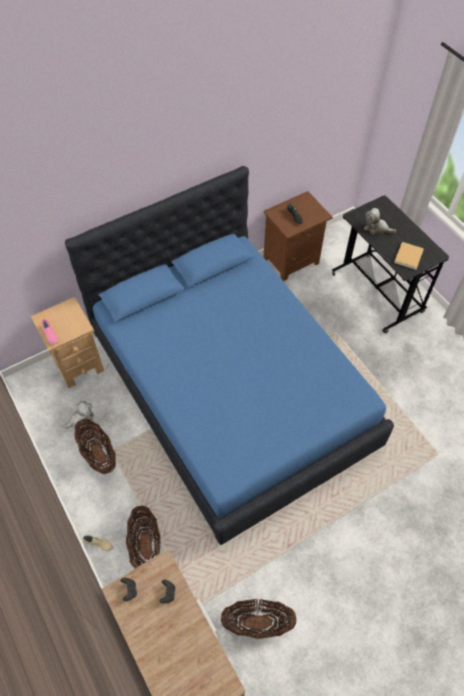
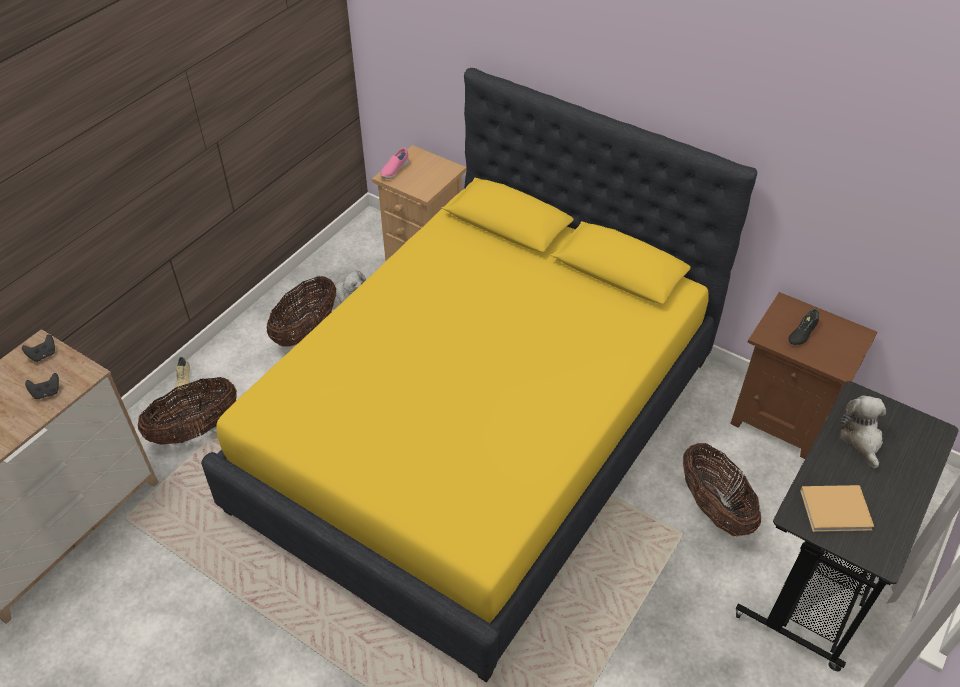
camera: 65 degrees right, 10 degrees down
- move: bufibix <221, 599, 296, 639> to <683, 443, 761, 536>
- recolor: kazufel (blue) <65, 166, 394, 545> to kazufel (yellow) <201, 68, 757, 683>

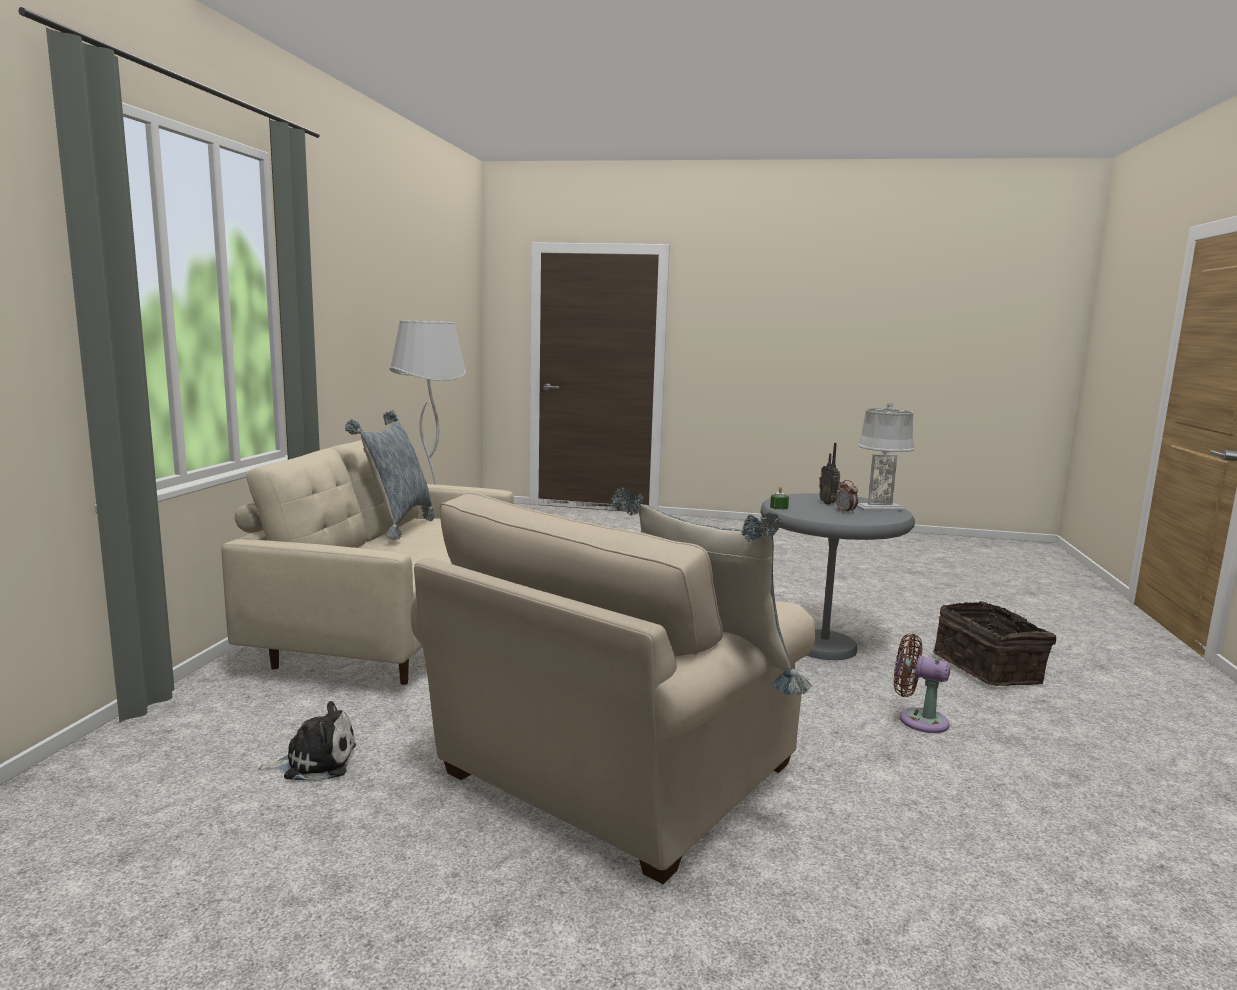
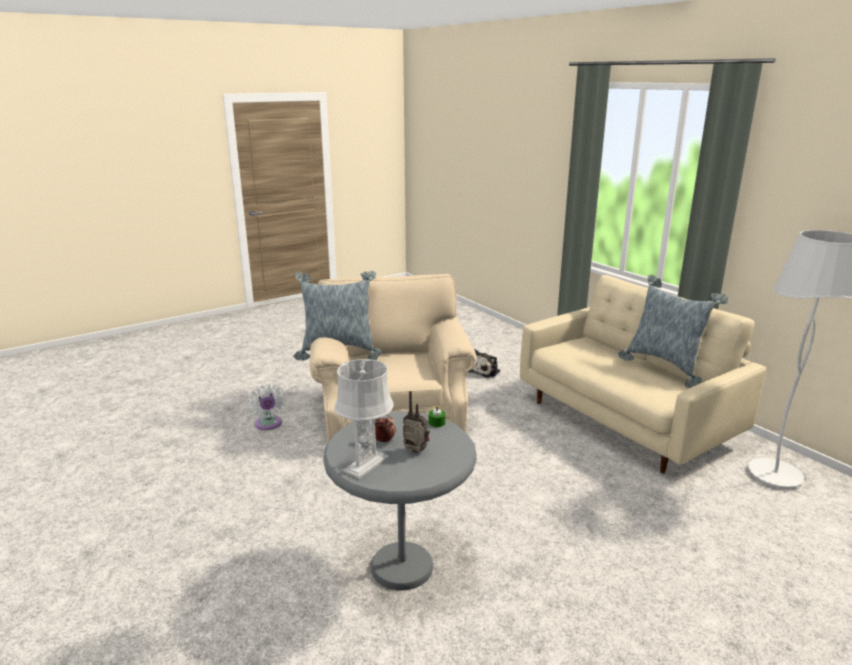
camera: 135 degrees right, 10 degrees up
- delete: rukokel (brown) <894, 634, 951, 733>
- delete: bufibix <933, 601, 1056, 686>
- insert: rukokel (white) <248, 383, 286, 430>

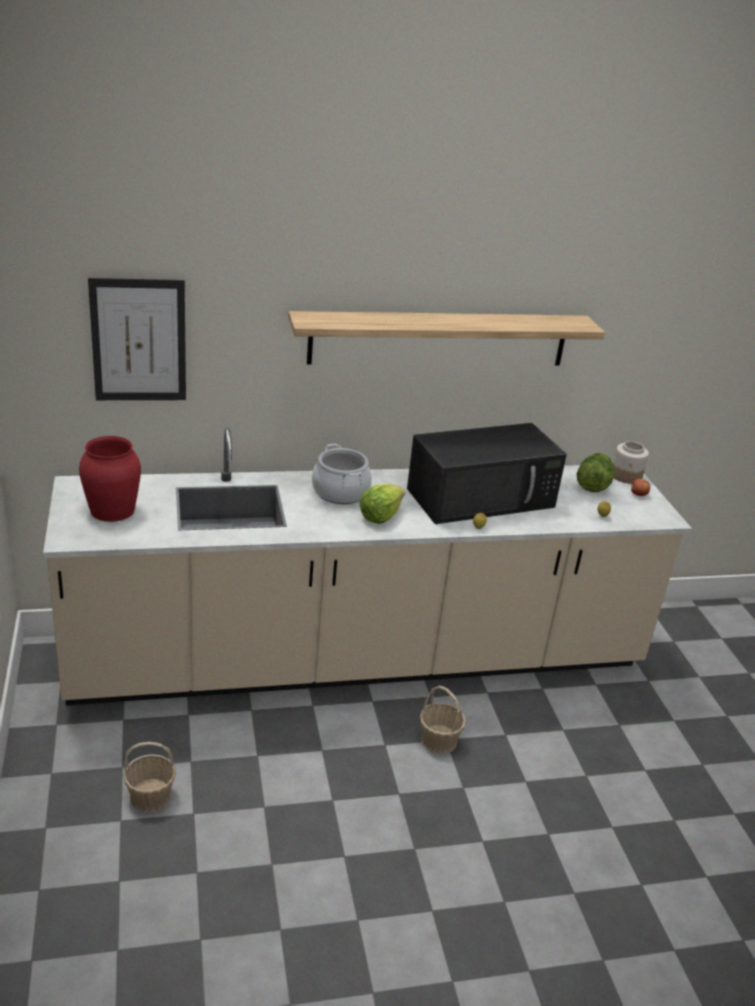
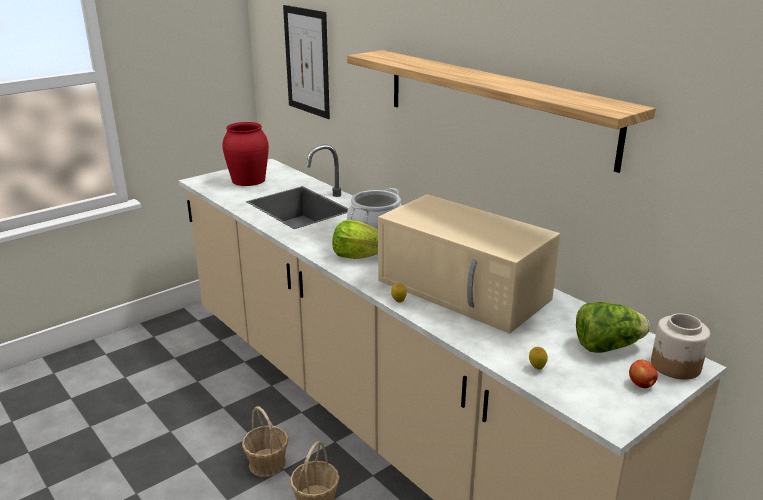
camera: 65 degrees right, 5 degrees down
- move: bufibix <123, 742, 176, 813> to <242, 406, 289, 477>
- recolor: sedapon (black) <407, 423, 567, 524> to sedapon (beige) <378, 194, 560, 334>

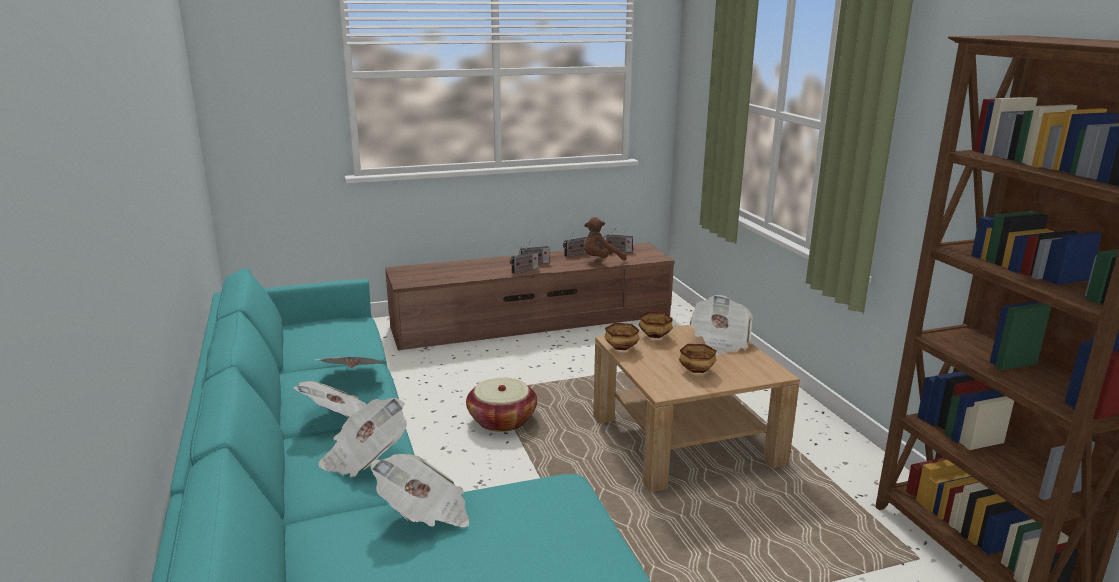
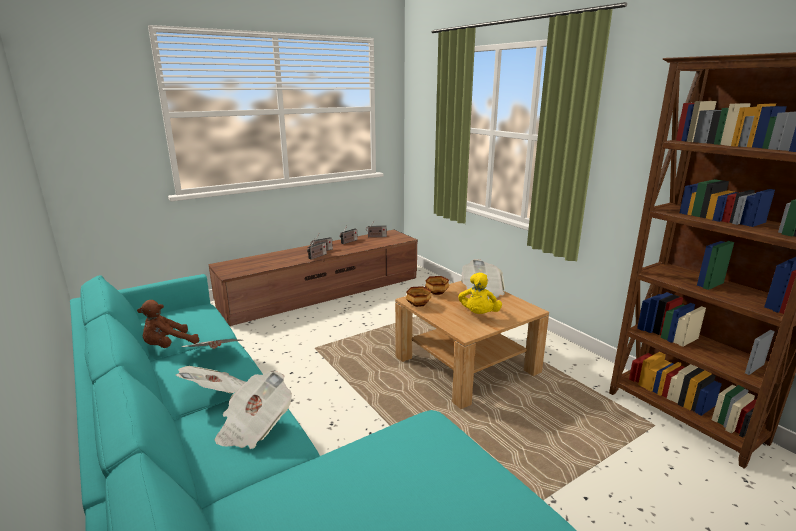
camera: 15 degrees left, 0 degrees up
- delete: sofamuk <370, 454, 469, 527>
- delete: bufibix <466, 378, 537, 432>
- move: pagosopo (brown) <584, 217, 627, 261> to <137, 300, 199, 348>
- replace: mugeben <679, 344, 717, 373> to pagosopo (yellow) <458, 273, 502, 314>

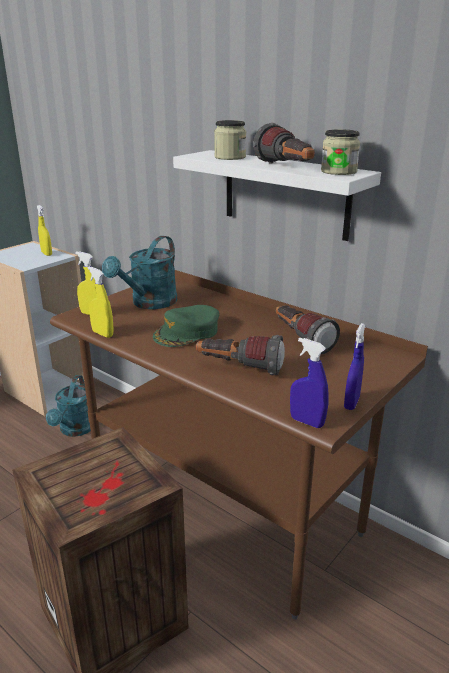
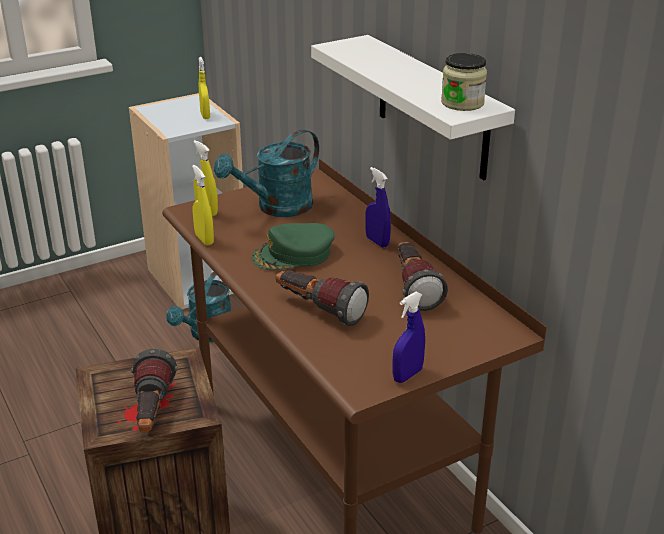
camera: 20 degrees right, 5 degrees up
- delete: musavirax <214, 120, 246, 160>
- move: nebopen <253, 123, 315, 164> to <131, 349, 178, 432>
- move: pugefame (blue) <290, 338, 329, 428> to <365, 167, 391, 248>

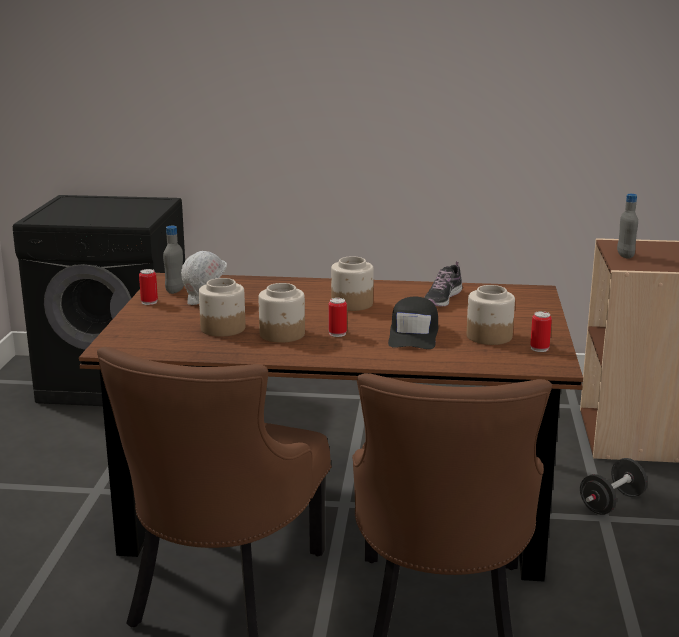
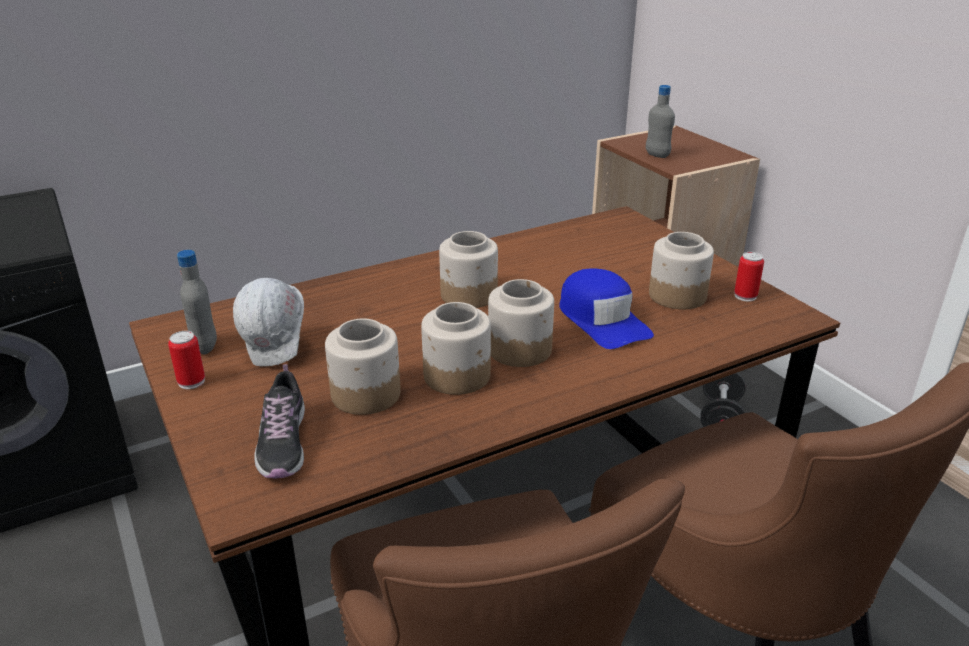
camera: 35 degrees left, 10 degrees up
- move: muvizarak <424, 261, 463, 307> to <254, 364, 305, 479>
- replace: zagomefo <328, 298, 347, 337> to musavirax <488, 279, 554, 367>
- recolor: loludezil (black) <388, 297, 438, 349> to loludezil (blue) <560, 268, 654, 349>

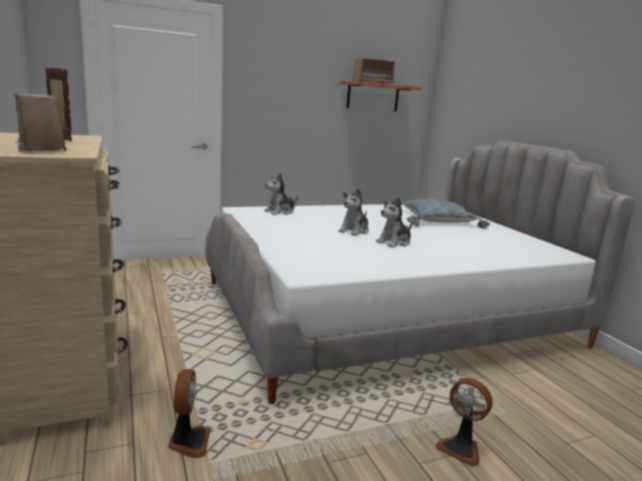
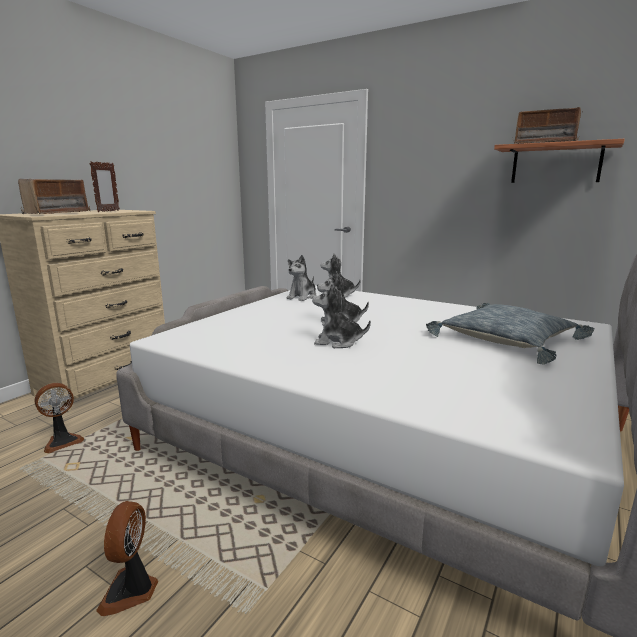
camera: 55 degrees right, 0 degrees up
- insert: pagosopo <287, 255, 317, 301>

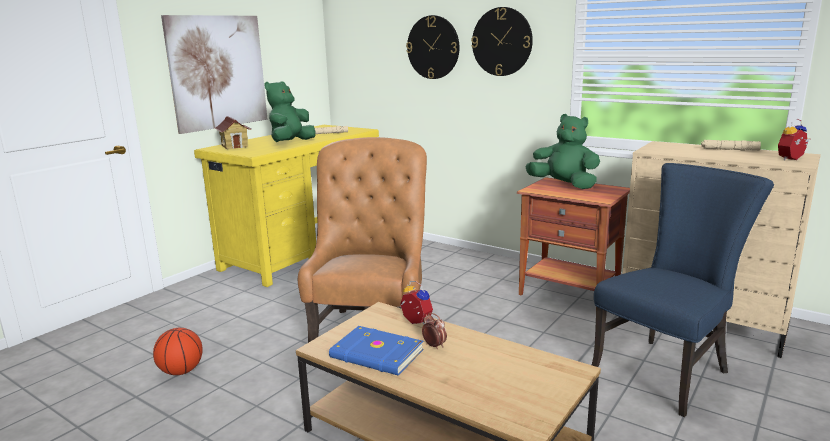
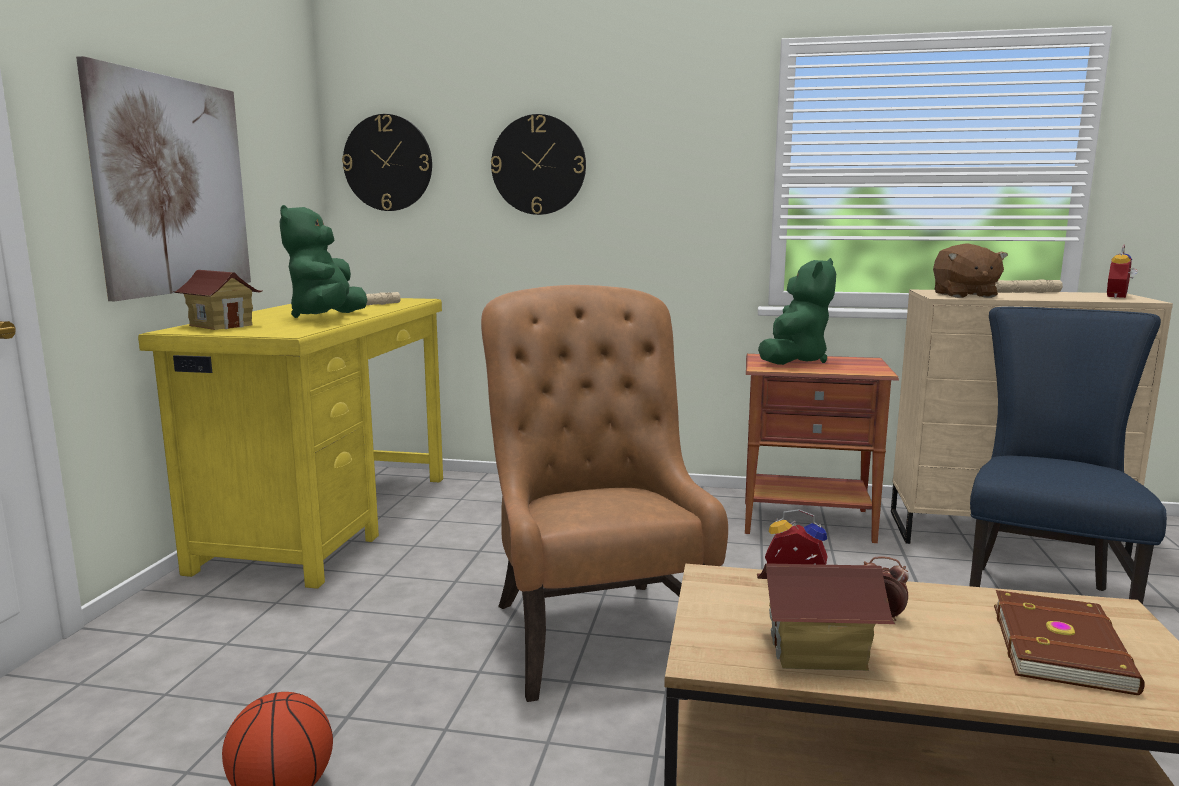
camera: 25 degrees left, 5 degrees down
- insert: pagosopo (brown) <933, 244, 1008, 298>
- insert: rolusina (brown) <994, 590, 1145, 695>
- move: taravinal <471, 7, 533, 76> to <342, 114, 432, 211>
- replace: rolusina (blue) <329, 326, 424, 375> to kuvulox <757, 563, 895, 671>
- rotate: pagosopo (green) <526, 114, 600, 189> = <758, 258, 836, 365> 105 degrees clockwise

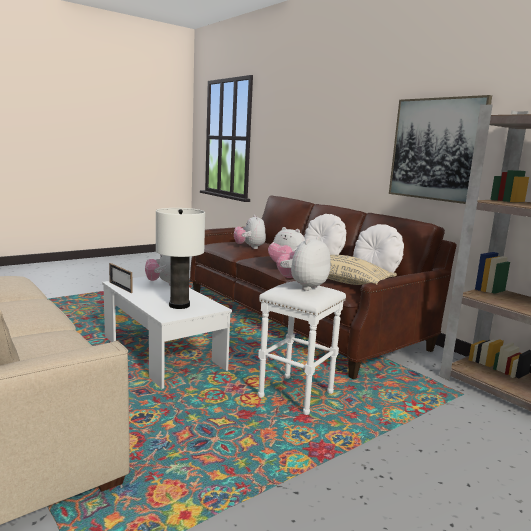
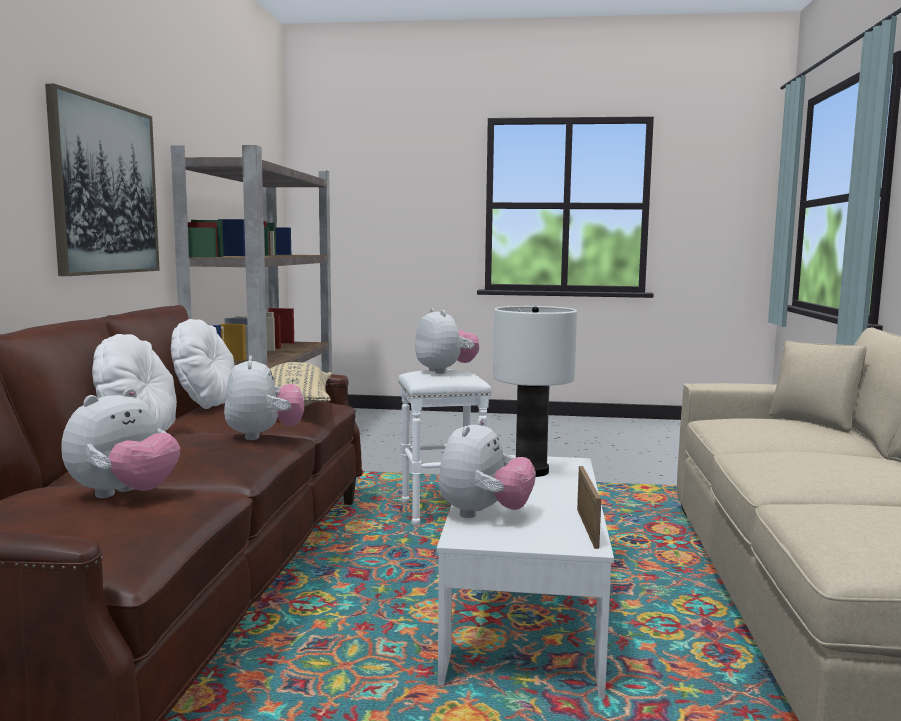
camera: 135 degrees left, 5 degrees down
- rotate: pagosopo <277, 236, 331, 291> = <415, 308, 479, 374> 105 degrees counterclockwise

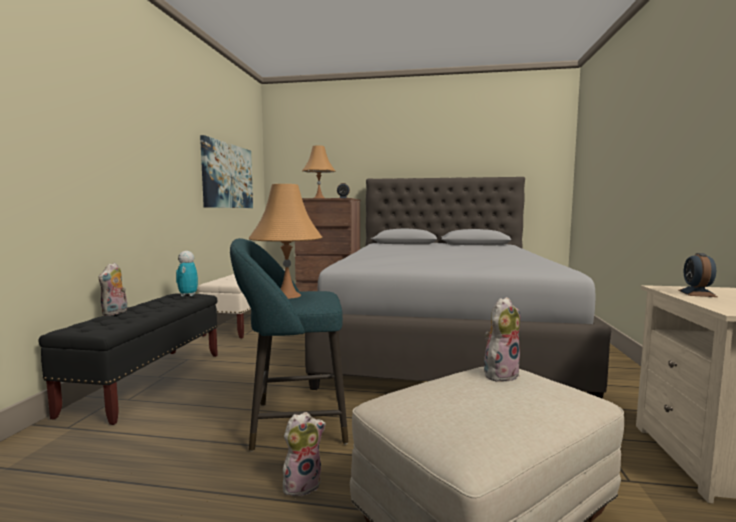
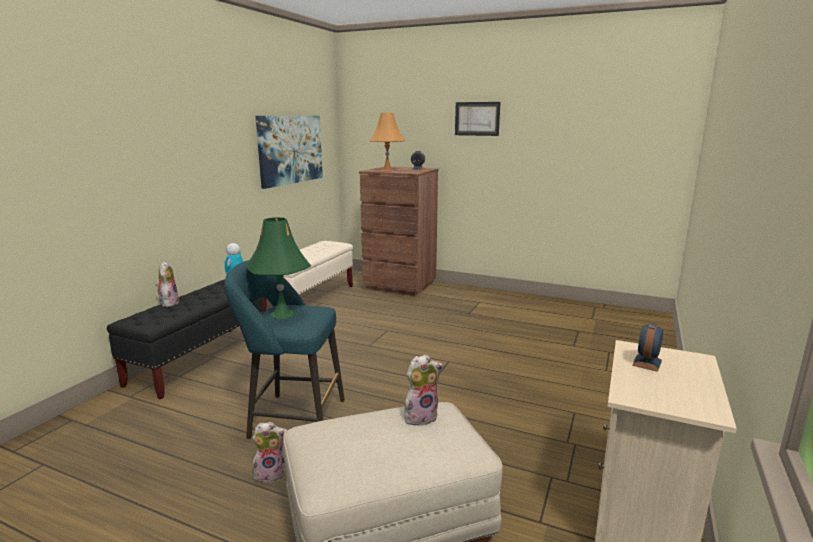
camera: 15 degrees right, 10 degrees up
- delete: kazufel (grey) <305, 177, 611, 399>
- insert: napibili <455, 102, 501, 136>
- recolor: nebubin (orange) <249, 184, 322, 299> to nebubin (green) <246, 217, 311, 319>
- rotate: pagosopo <99, 262, 127, 316> = <155, 261, 179, 307> 150 degrees clockwise

